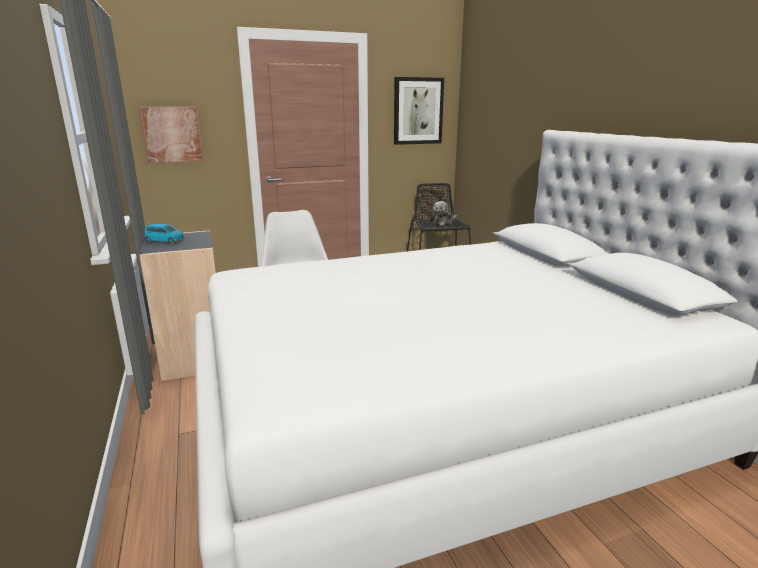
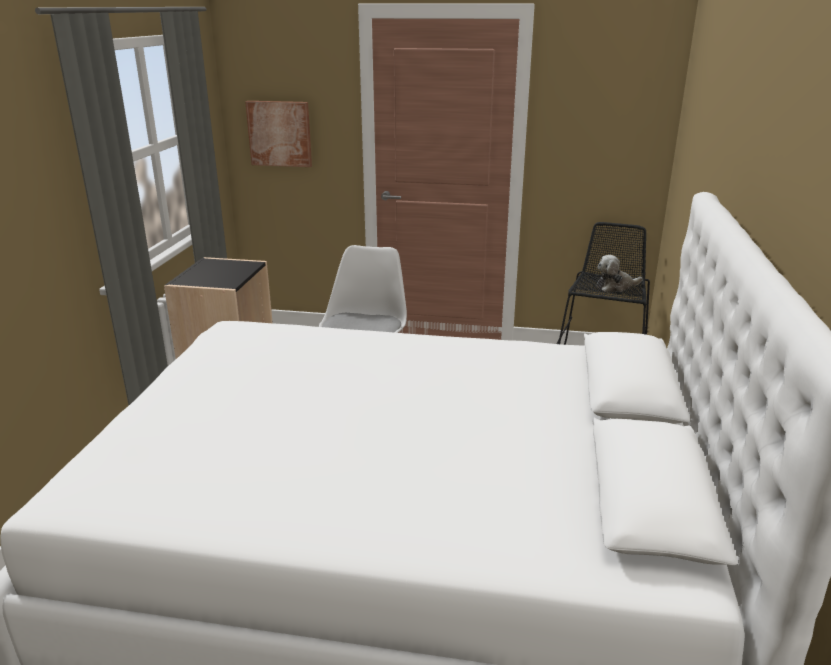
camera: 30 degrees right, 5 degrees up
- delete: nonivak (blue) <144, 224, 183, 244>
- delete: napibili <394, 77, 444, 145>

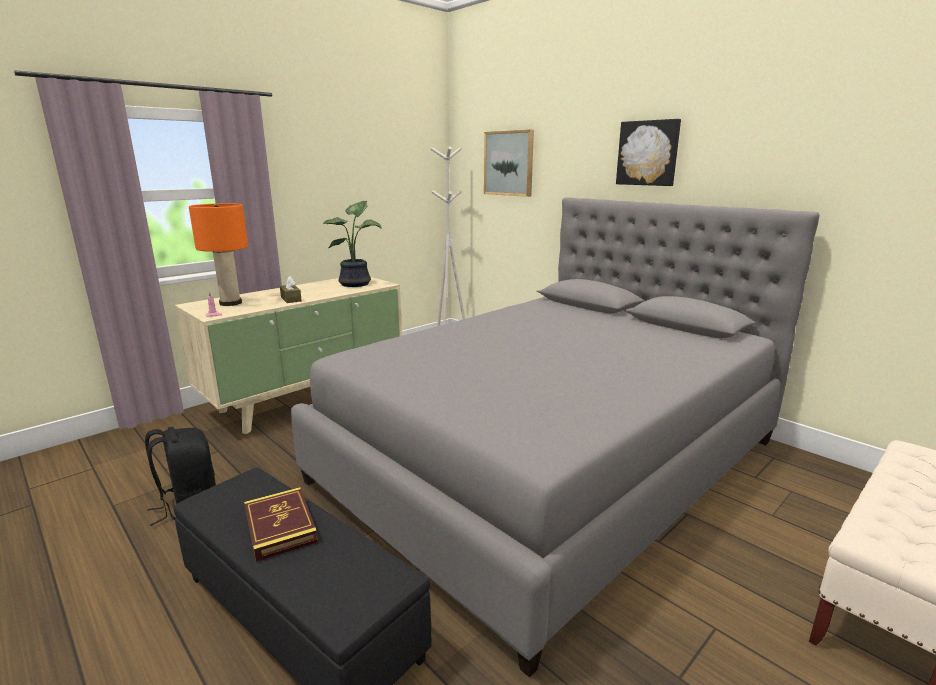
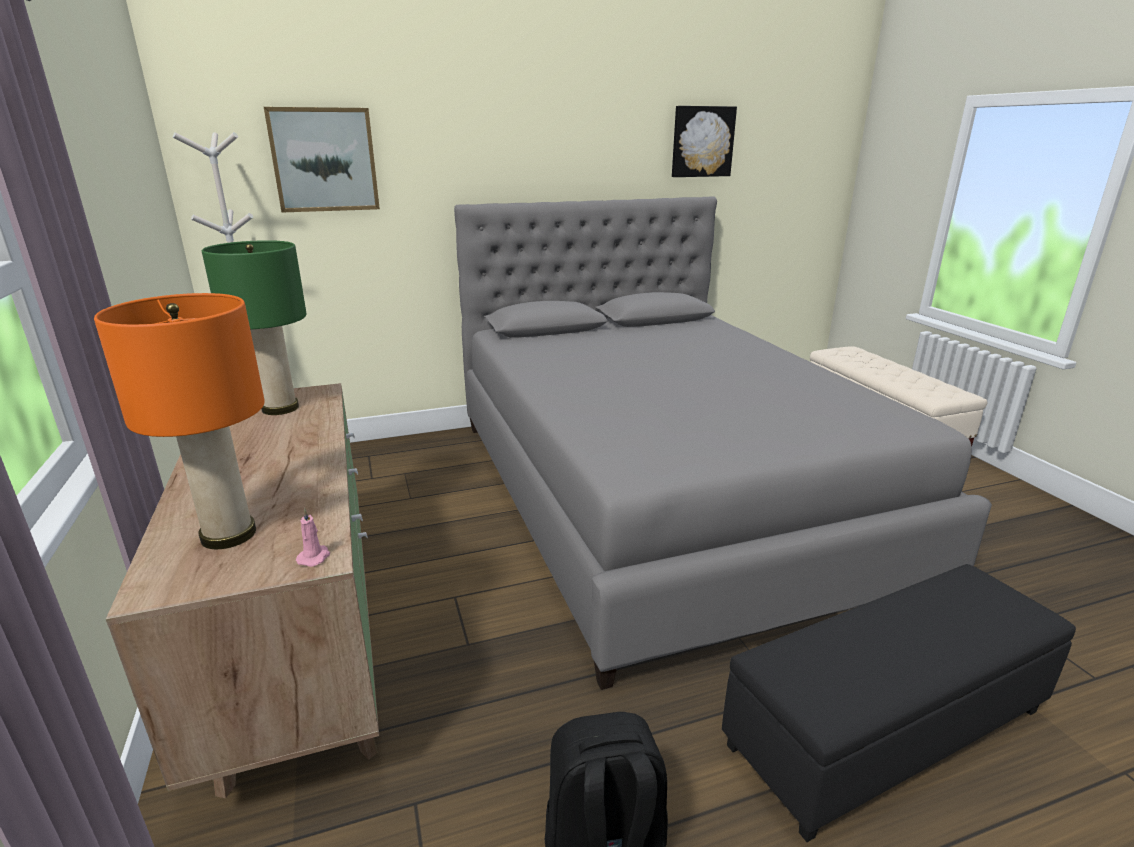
camera: 65 degrees left, 5 degrees up
- delete: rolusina <244, 487, 318, 562>
- delete: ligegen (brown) <280, 277, 302, 303>
- move: napibili <616, 119, 681, 186> to <672, 106, 737, 177>
- replace: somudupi <323, 201, 381, 287> to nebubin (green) <202, 240, 307, 415>
- recolor: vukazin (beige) <175, 277, 402, 434> to vukazin (green) <106, 383, 379, 798>

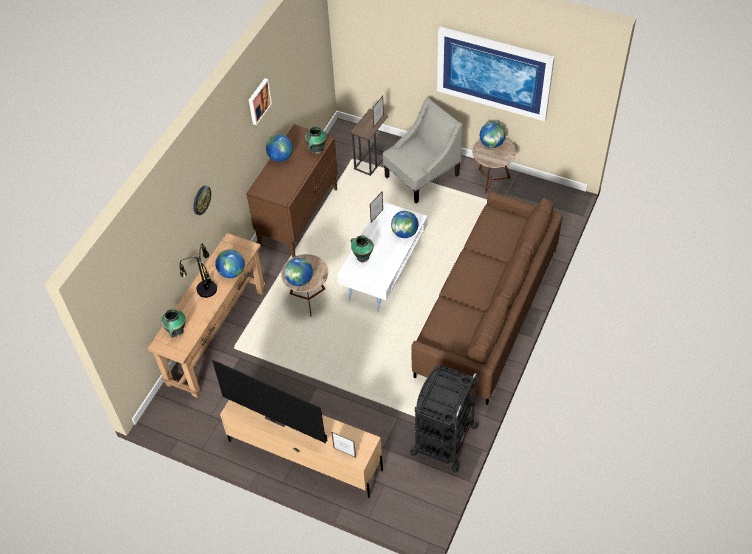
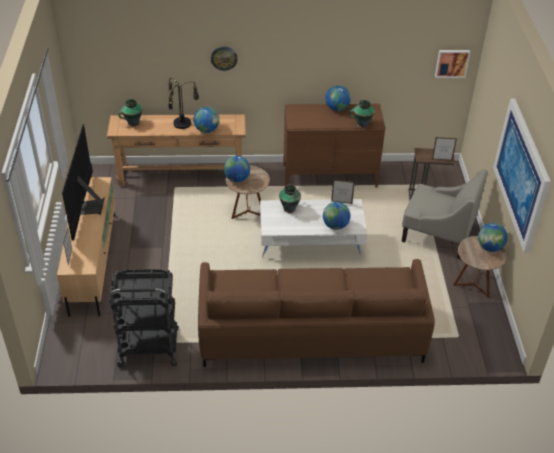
camera: 60 degrees right, 10 degrees down
- move: napibili <249, 78, 272, 125> to <435, 50, 470, 78>

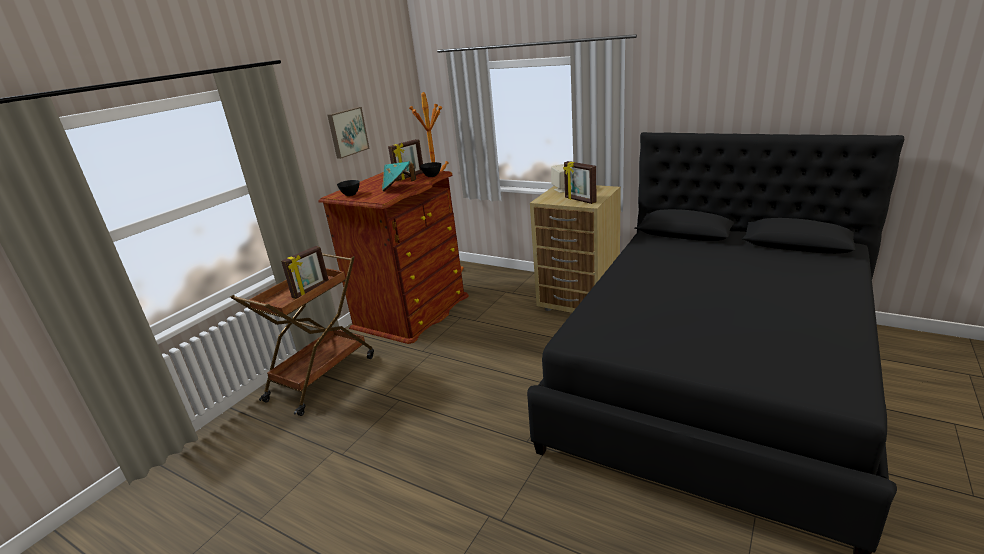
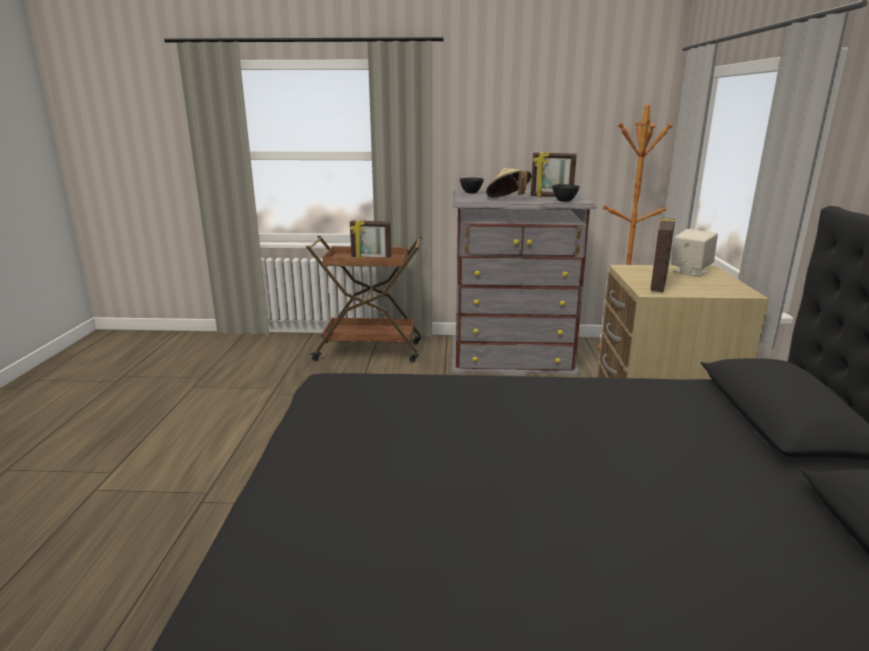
camera: 60 degrees right, 5 degrees down
- delete: napibili <327, 107, 370, 159>
- recolor: vukazin (brown) <318, 171, 469, 344> to vukazin (grey) <451, 189, 597, 376>
- recolor: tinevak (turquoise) <382, 161, 416, 192> to tinevak (beige) <486, 168, 532, 197>

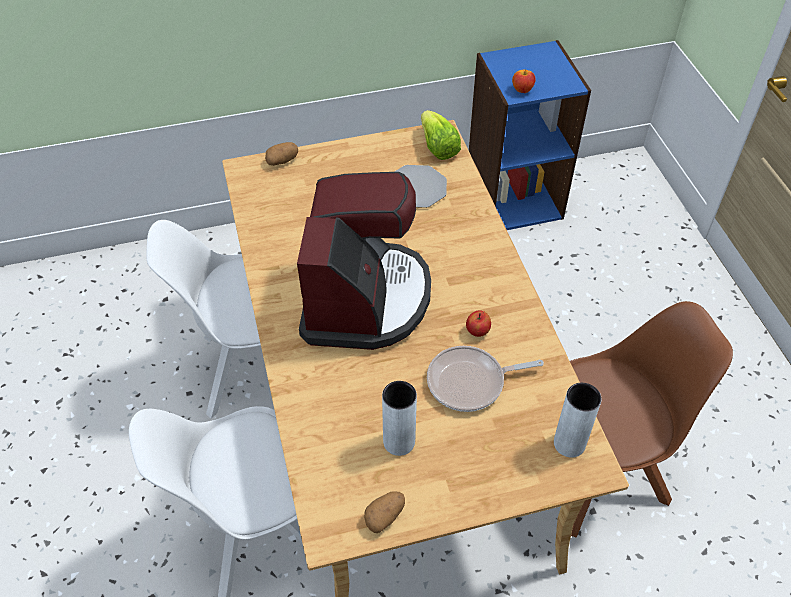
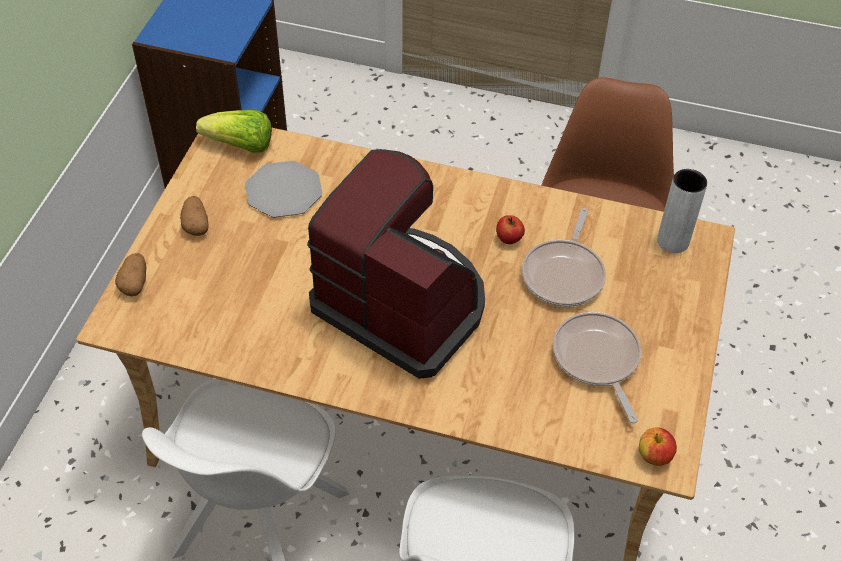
camera: 60 degrees left, 0 degrees up
- move: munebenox <364, 491, 405, 533> to <180, 196, 209, 236>
- move: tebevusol <512, 69, 536, 93> to <639, 427, 677, 466>
- replace: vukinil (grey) <382, 381, 417, 456> to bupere <553, 312, 641, 423>

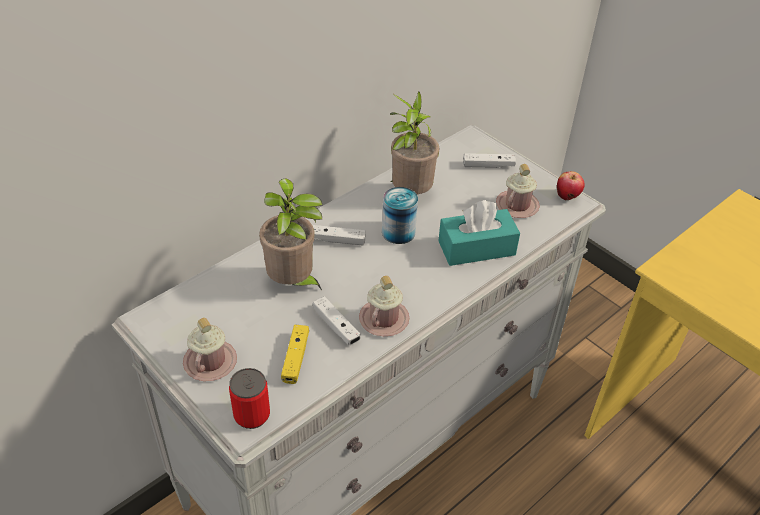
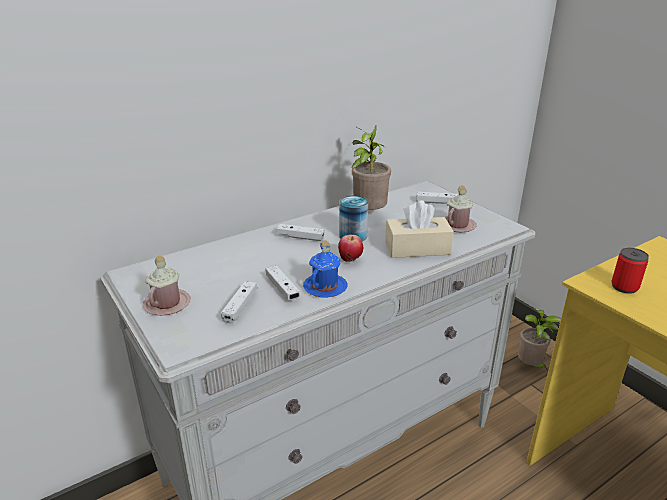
camera: 10 degrees right, 15 degrees down
- move: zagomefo <229, 368, 270, 429> to <611, 248, 649, 294>
- move: somudupi <259, 178, 323, 290> to <518, 308, 561, 369>
- move: tebevusol <557, 171, 585, 200> to <338, 235, 363, 262>
- recolor: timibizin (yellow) <281, 325, 309, 384> to timibizin (white) <221, 281, 257, 323>
- recolor: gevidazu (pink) <359, 276, 409, 336> to gevidazu (blue) <303, 241, 347, 297>
- recolor: ligegen (turquoise) <438, 200, 520, 266> to ligegen (beige) <385, 200, 454, 258>

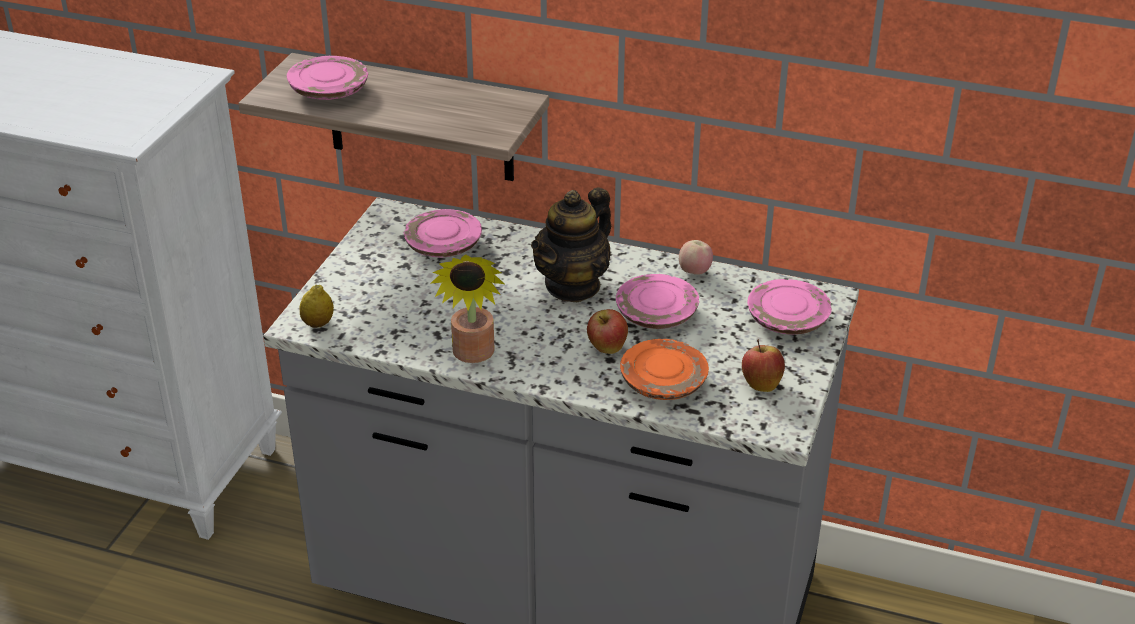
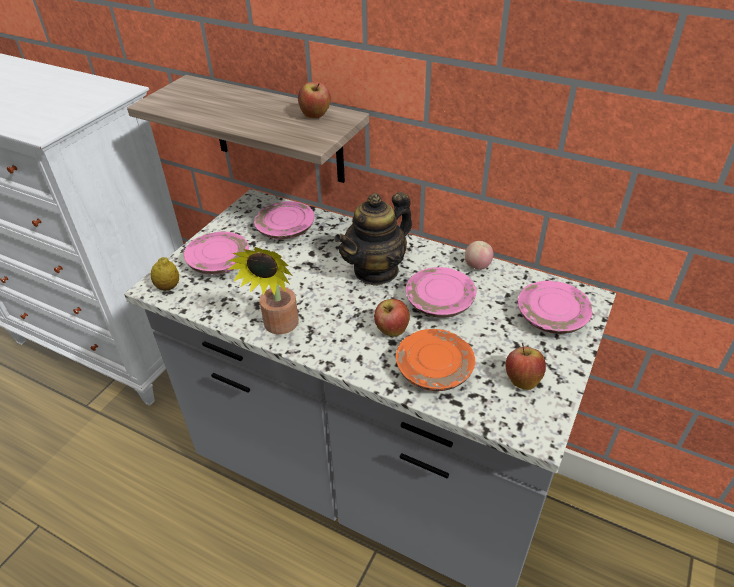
camera: 10 degrees right, 5 degrees up
- insert: tebevusol <298, 82, 331, 118>
- move: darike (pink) <287, 56, 368, 100> to <184, 231, 249, 275>

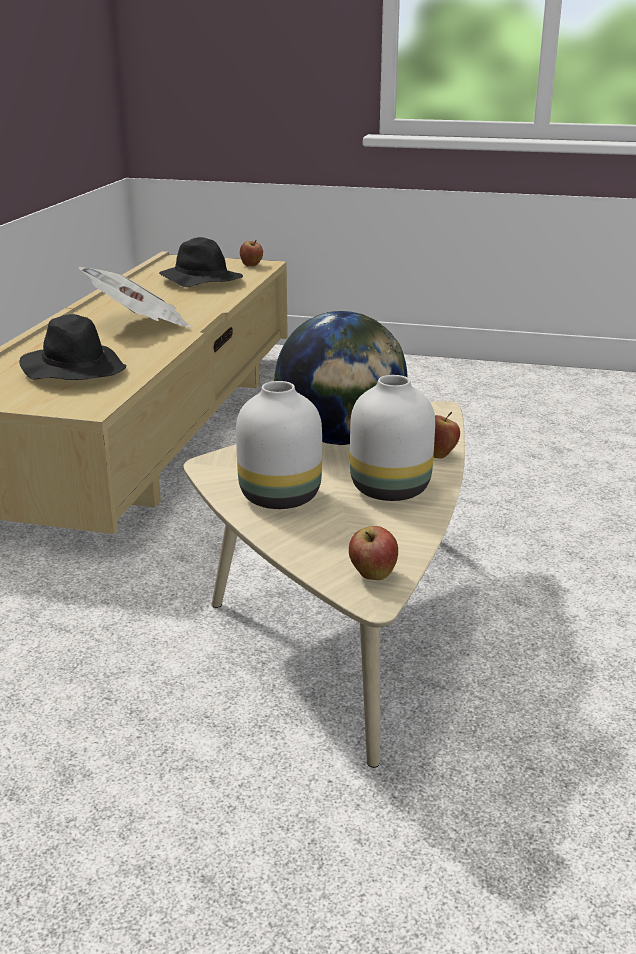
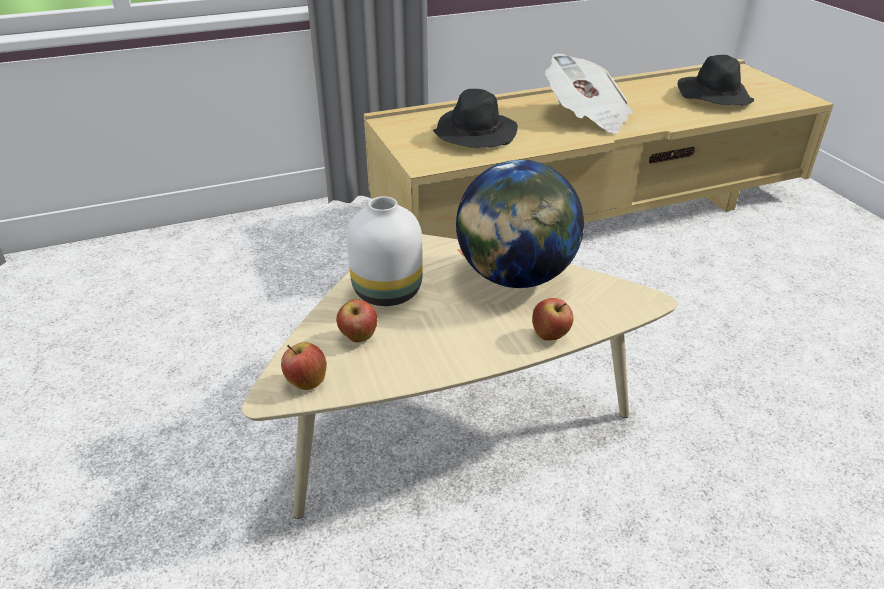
camera: 55 degrees right, 10 degrees up
- delete: vukinil (white) <350, 375, 435, 501>
- move: tebevusol <240, 240, 263, 266> to <336, 299, 377, 343>

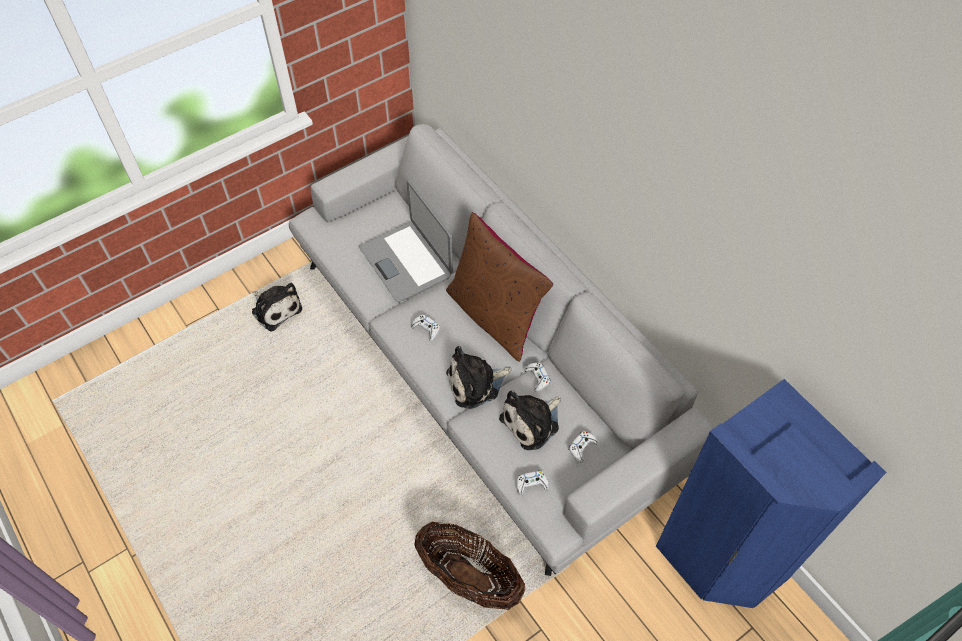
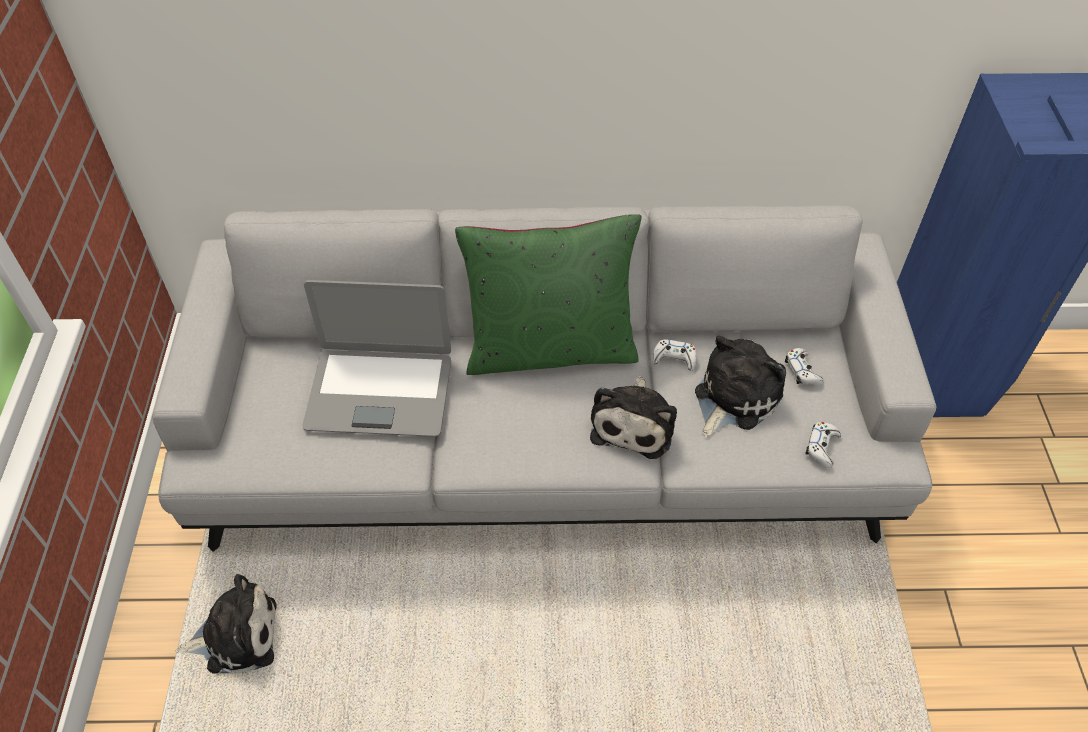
camera: 55 degrees left, 5 degrees down
- delete: timibizin (white) <411, 315, 440, 341>
- delete: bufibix <414, 522, 525, 610>
- recolor: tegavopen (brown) <446, 212, 553, 362> to tegavopen (green) <455, 214, 641, 375>
- rotate: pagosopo <499, 390, 561, 450> = <695, 335, 786, 438> 135 degrees counterclockwise

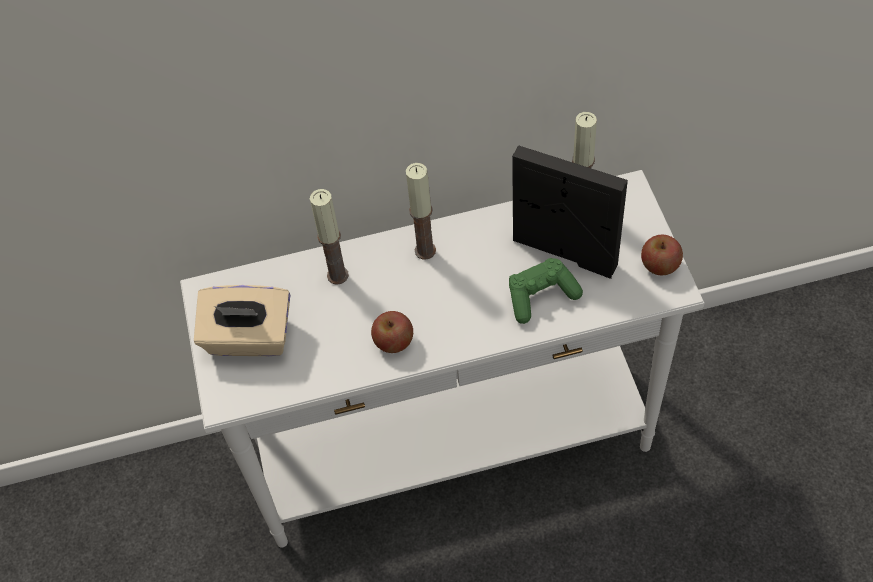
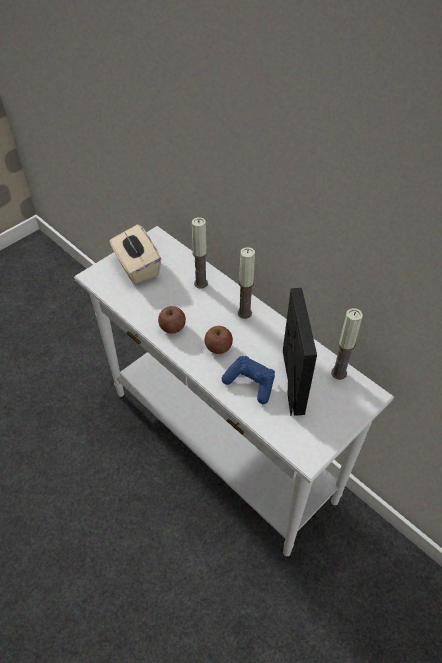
camera: 55 degrees right, 5 degrees down
- move: tebevusol <641, 234, 683, 275> to <204, 326, 233, 354>
- recolor: timibizin (green) <509, 258, 583, 324> to timibizin (blue) <222, 356, 275, 404>

